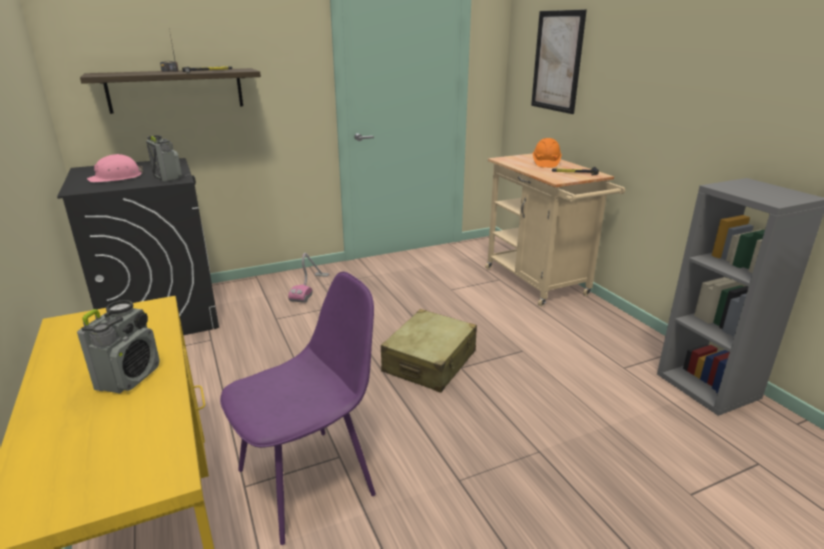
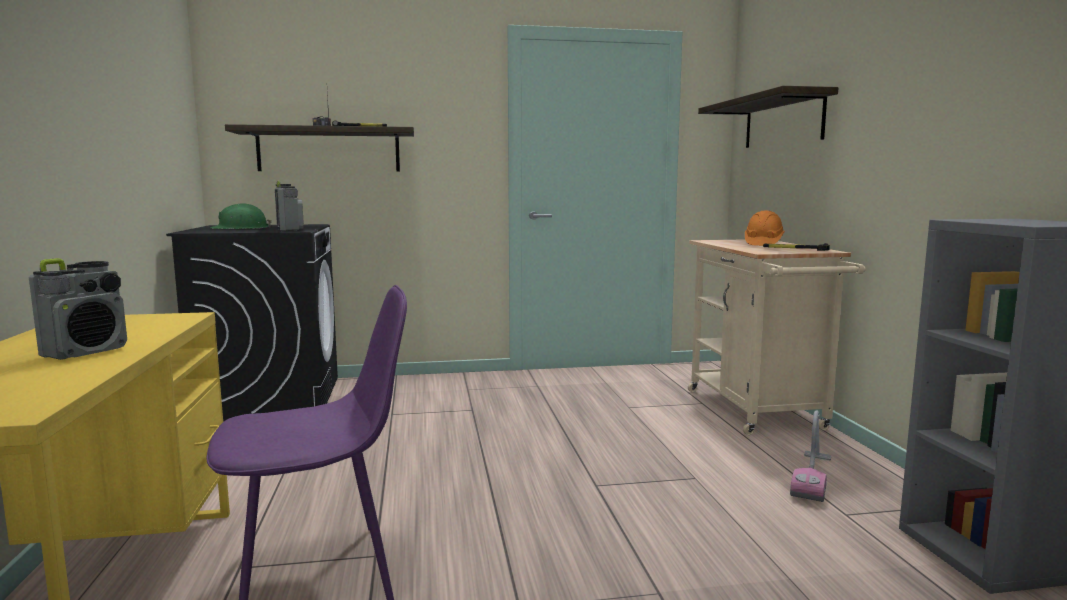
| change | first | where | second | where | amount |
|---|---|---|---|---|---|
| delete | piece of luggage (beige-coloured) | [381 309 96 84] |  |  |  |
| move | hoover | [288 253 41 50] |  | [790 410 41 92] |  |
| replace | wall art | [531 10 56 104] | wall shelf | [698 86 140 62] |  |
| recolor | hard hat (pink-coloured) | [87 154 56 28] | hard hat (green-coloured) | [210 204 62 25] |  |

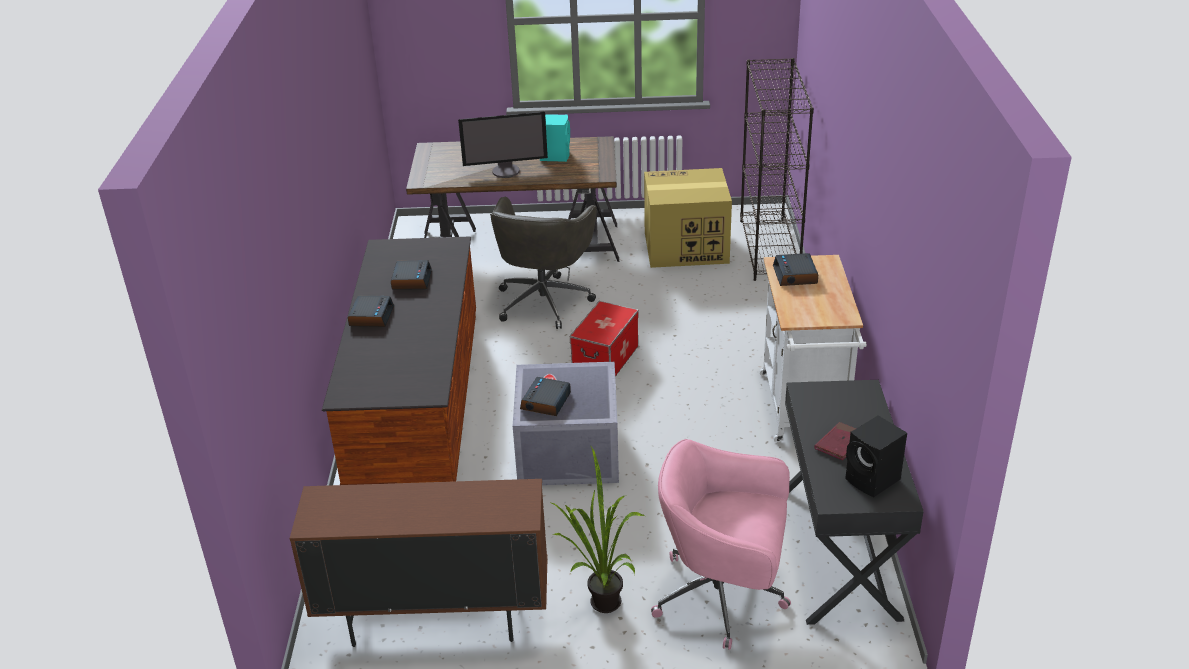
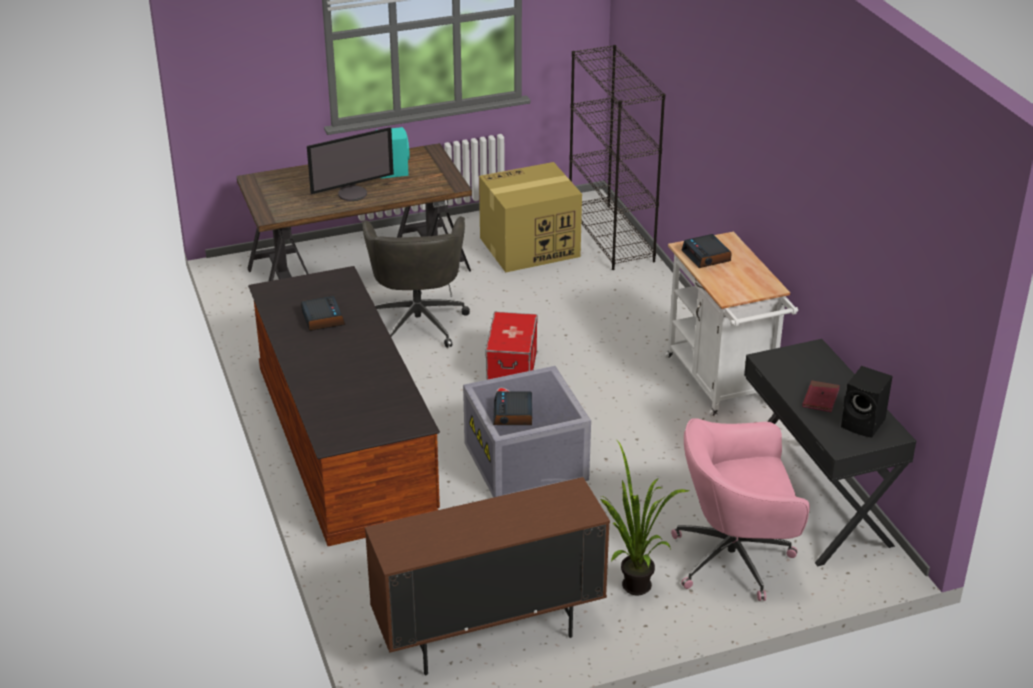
| change | first | where | second | where | amount |
|---|---|---|---|---|---|
| delete | alarm clock | [348 295 46 32] |  |  |  |

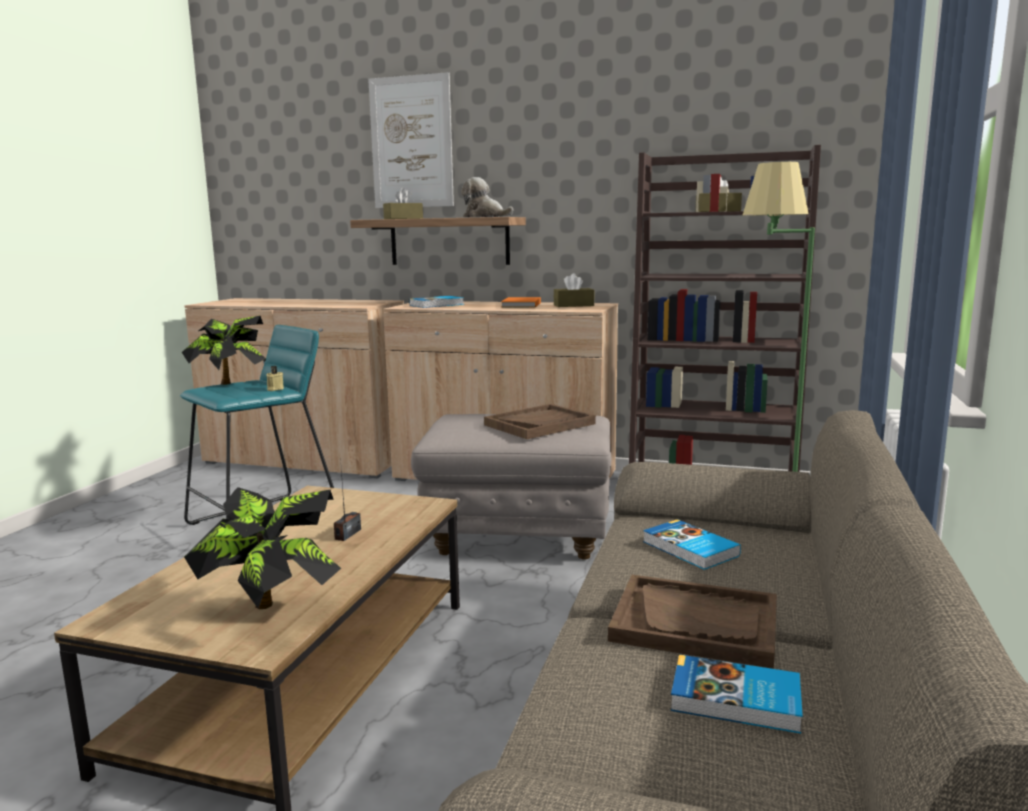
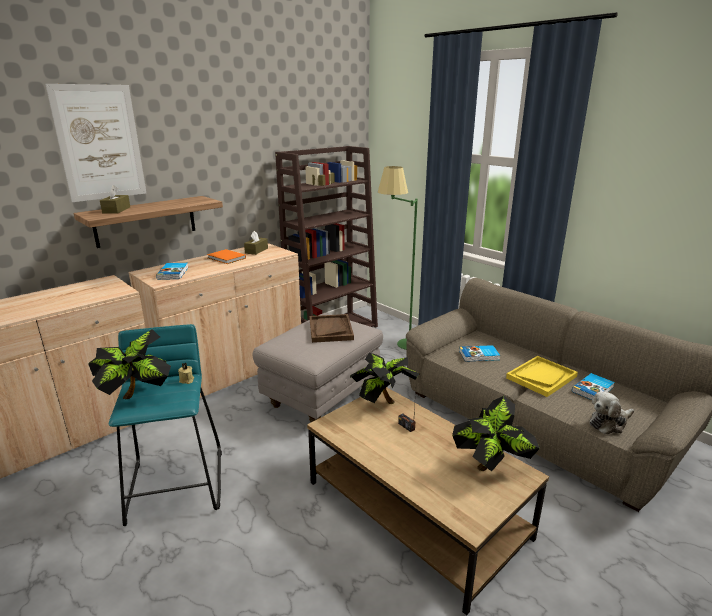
| change | first | where | second | where | amount |
|---|---|---|---|---|---|
| insert |  |  | potted plant | [350 353 70 51] |  |
| move | cuddly toy | [461 177 52 41] |  | [589 392 45 42] |  |
| recolor | tray (brown) | [608 575 169 94] | tray (yellow) | [506 356 72 41] |  |

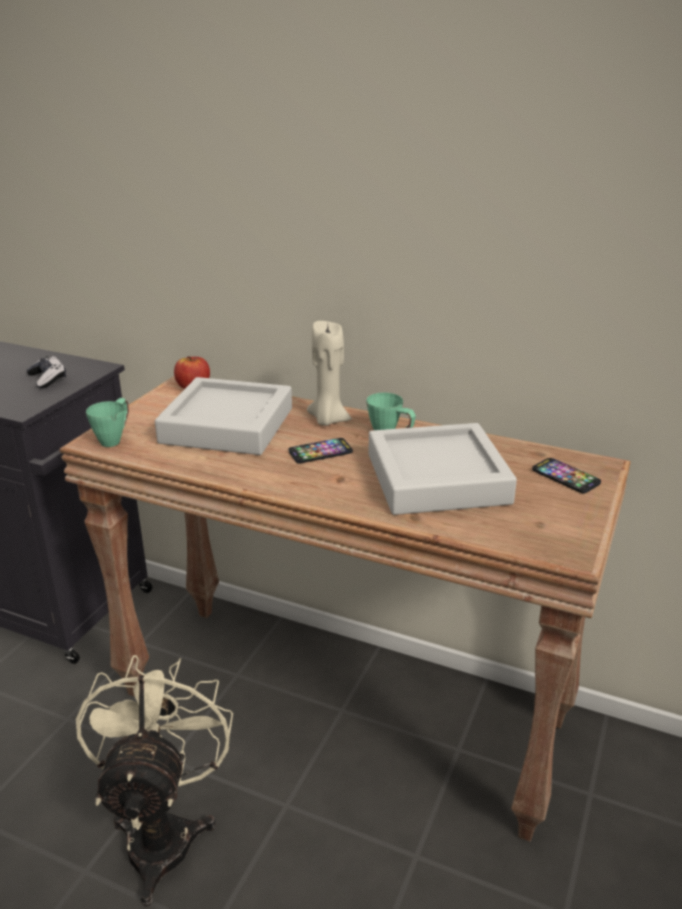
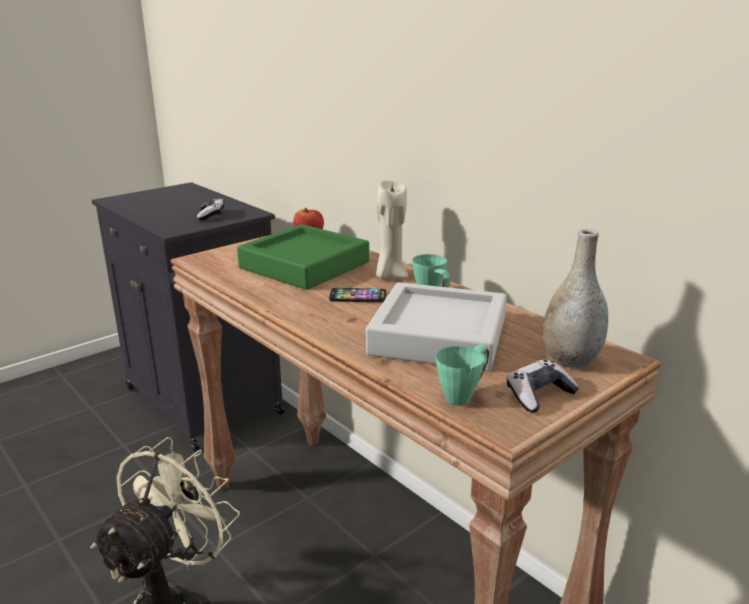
| change | first | where | second | where | amount |
|---|---|---|---|---|---|
| insert |  |  | joypad | [507 360 72 52] |  |
| move | mug (green-coloured) | [86 398 43 49] |  | [436 344 53 62] |  |
| replace | handset | [532 458 69 35] | vase (grey) | [543 229 65 139] |  |
| recolor | tray (grey) | [155 377 137 78] | tray (green-coloured) | [237 224 132 66] |  |

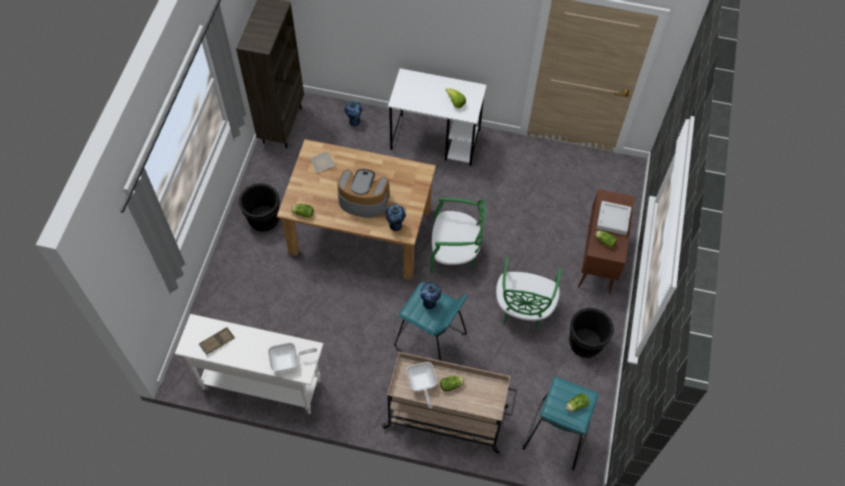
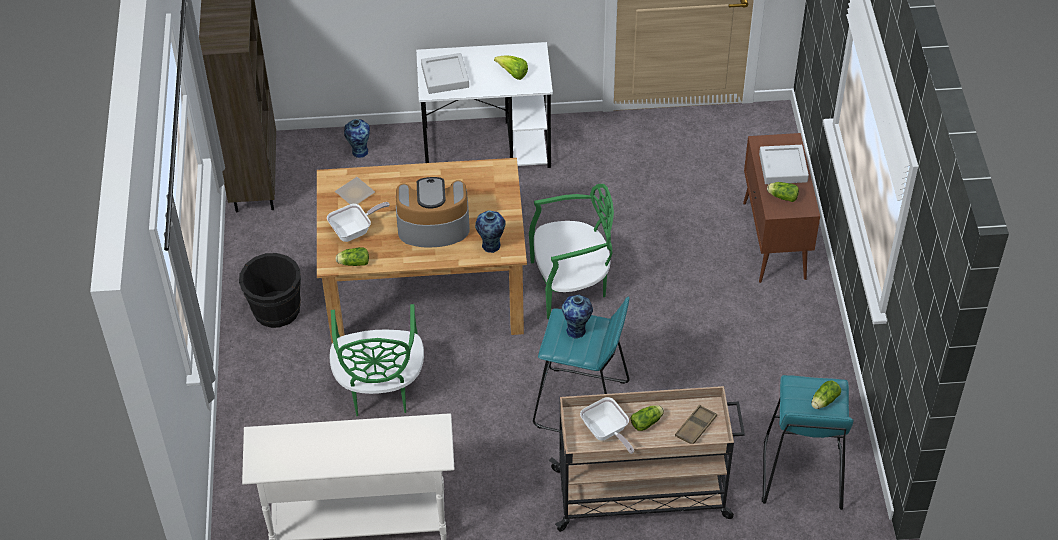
| change | first | where | second | where | amount |
|---|---|---|---|---|---|
| delete | water bucket (blackish) | [569 308 45 50] |  |  |  |
| insert |  |  | tray (grey) | [421 53 48 41] |  |
| move | tray (brown) | [199 327 36 28] |  | [675 405 42 39] |  |
| move | frying pan | [268 342 49 30] |  | [327 202 63 40] |  |
| move | chair (green-coloured) | [496 257 66 74] |  | [329 304 95 112] |  |

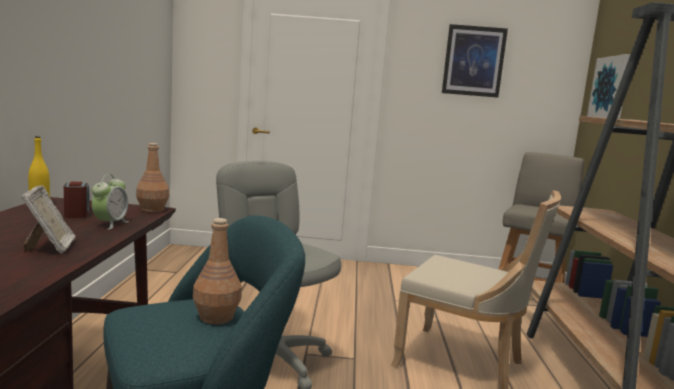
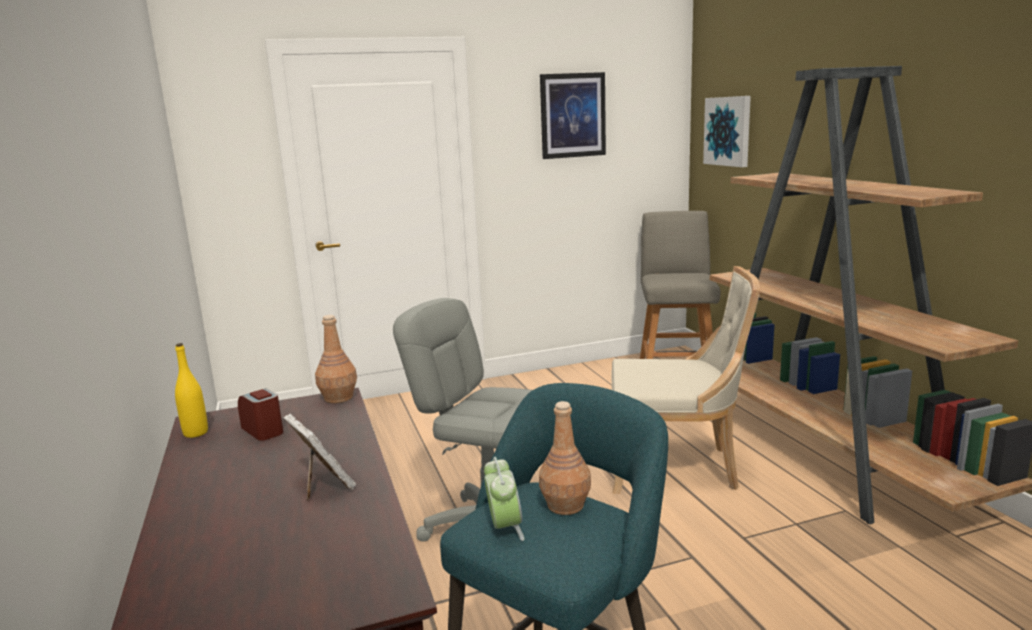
| change | first | where | second | where | amount |
|---|---|---|---|---|---|
| move | alarm clock | [92 174 37 56] |  | [484 457 40 84] |  |

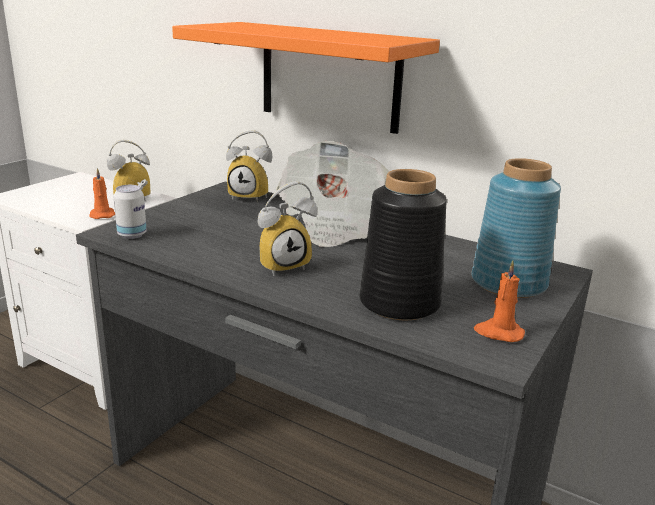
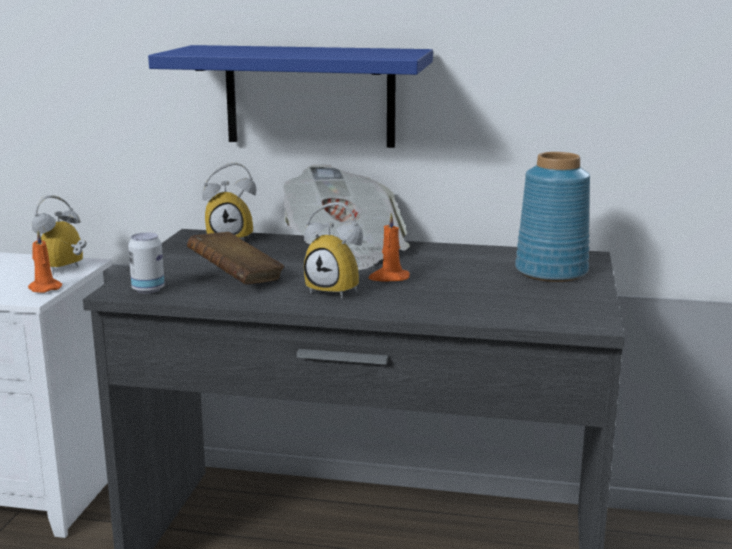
| change | first | where | second | where | amount |
|---|---|---|---|---|---|
| delete | vase (blackish) | [359 169 88 151] |  |  |  |
| insert |  |  | book (brown) | [187 232 98 52] |  |
| move | wax light (orange) | [474 260 51 82] |  | [368 213 42 69] |  |
| recolor | wall shelf (orange) | [172 22 268 112] | wall shelf (blue-coloured) | [148 45 285 103] |  |
| rotate | alarm clock | [257 181 60 95] |  | [304 202 59 96] | 75 degrees clockwise |

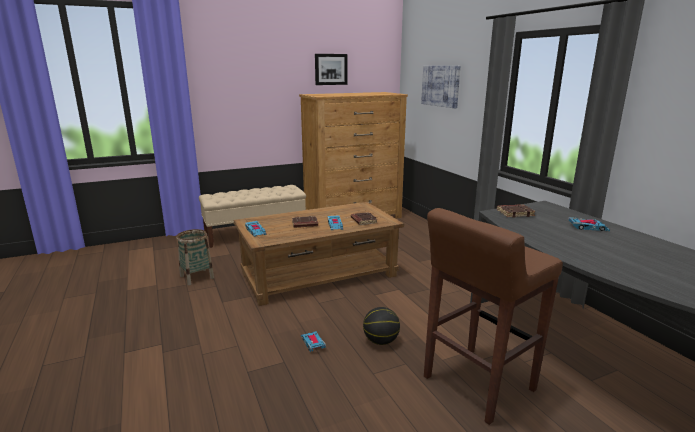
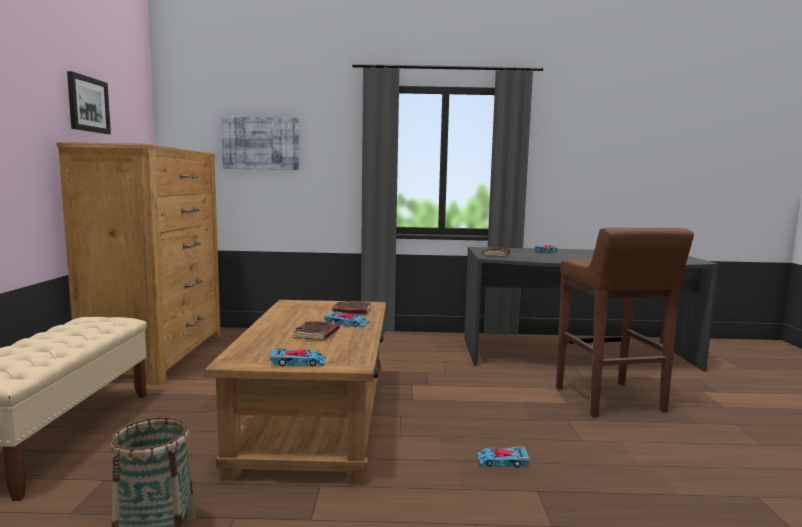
| change | first | where | second | where | amount |
|---|---|---|---|---|---|
| delete | basketball ball | [363 307 37 38] |  |  |  |

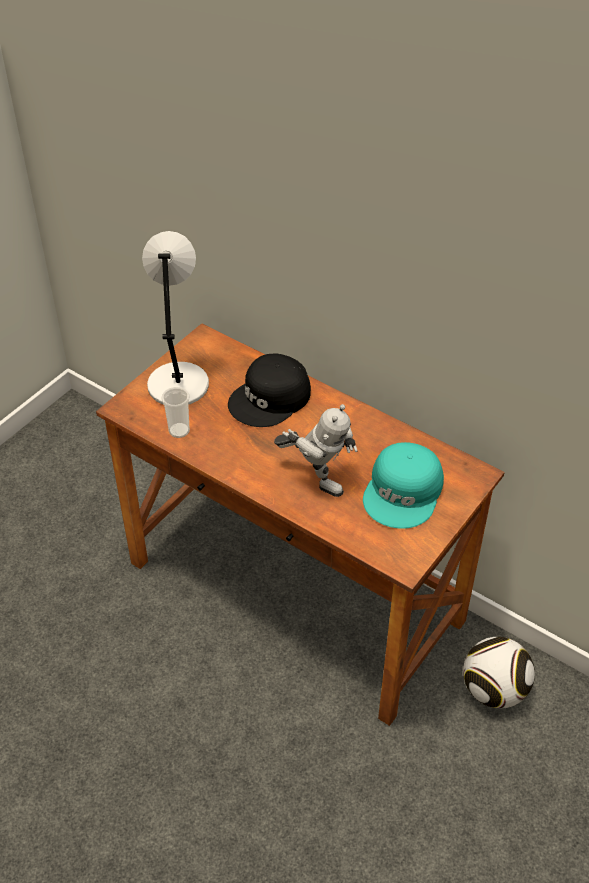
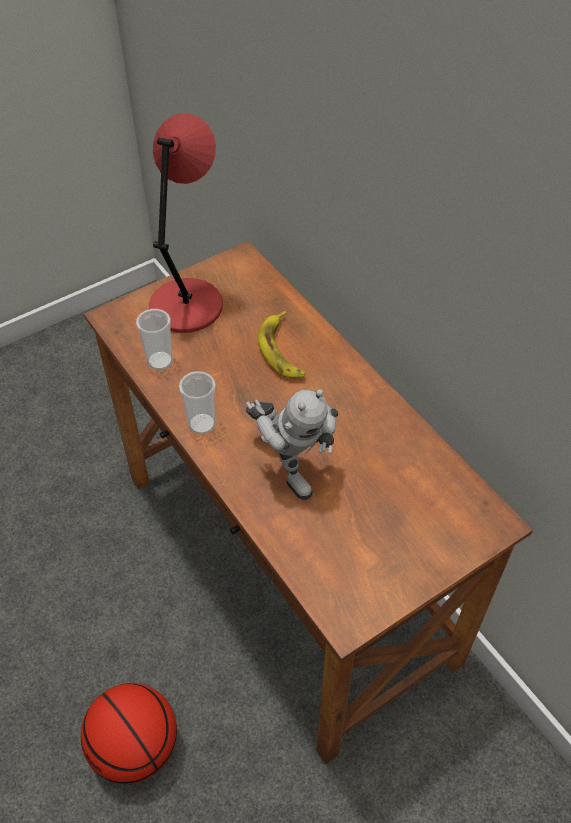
| change | first | where | second | where | amount |
|---|---|---|---|---|---|
| delete | baseball cap (blue-green) | [363 442 81 87] |  |  |  |
| delete | football | [463 637 72 71] |  |  |  |
| insert |  |  | basketball ball | [81 683 96 101] |  |
| insert |  |  | small cup | [179 371 37 64] |  |
| replace | baseball cap (blackish) | [228 354 83 73] | banana fruit | [258 311 47 67] |  |
| recolor | tabletop lamp (grey) | [142 231 67 174] | tabletop lamp (red-coloured) | [149 113 74 220] |  |

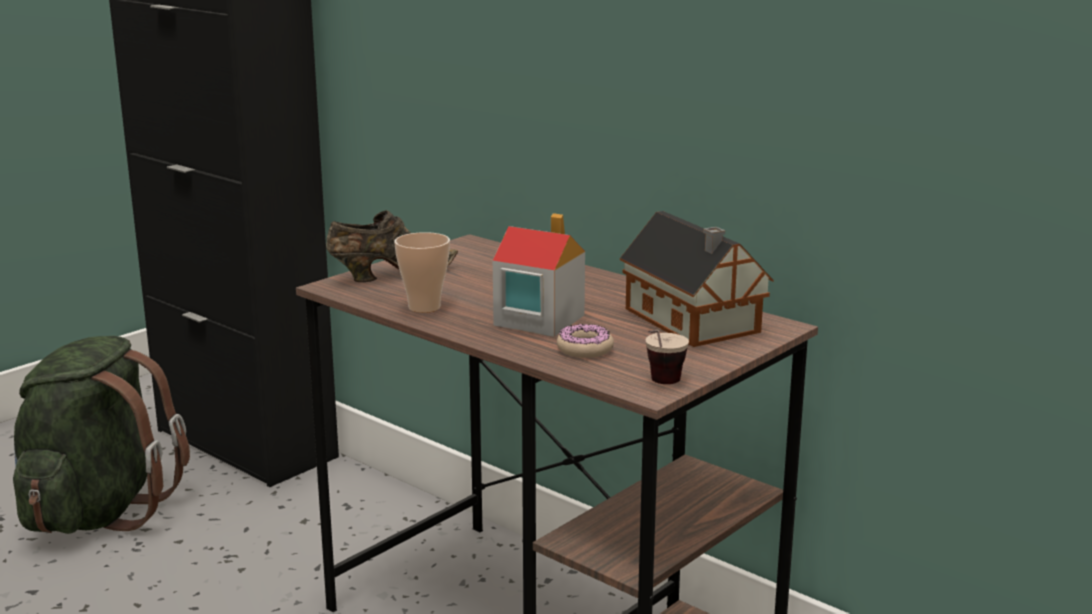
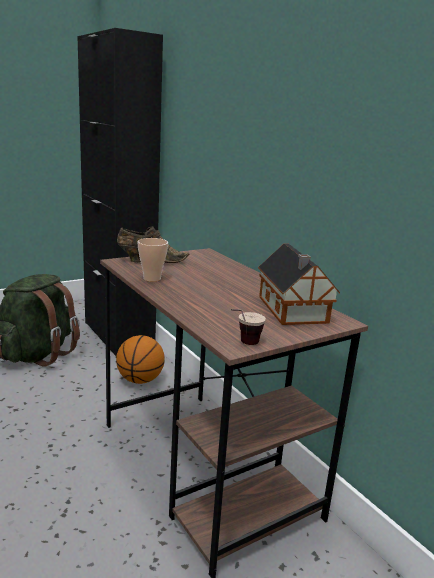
| change | first | where | second | where | amount |
|---|---|---|---|---|---|
| delete | miniature house | [493 213 92 124] |  |  |  |
| delete | donut | [557 324 57 34] |  |  |  |
| insert |  |  | basketball ball | [116 335 49 49] |  |

